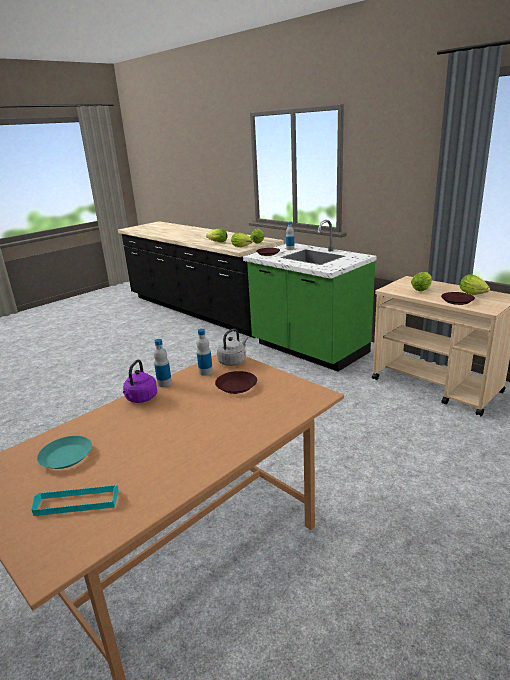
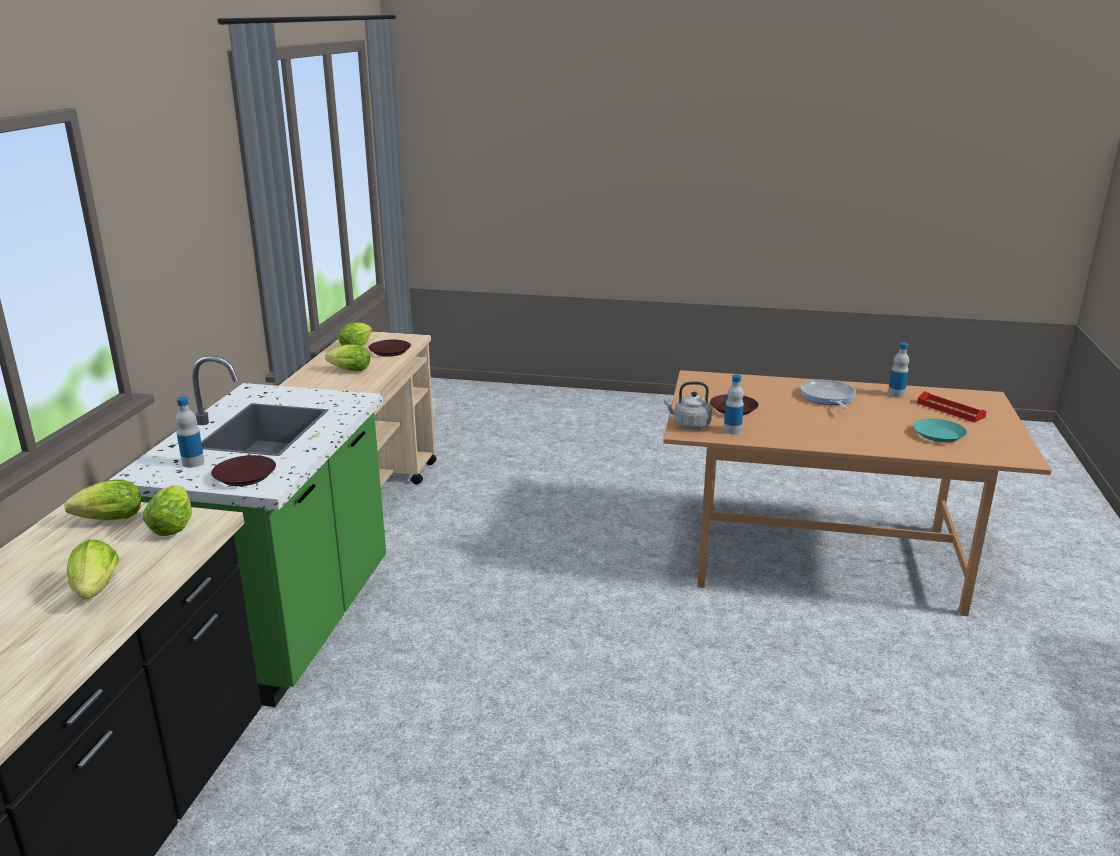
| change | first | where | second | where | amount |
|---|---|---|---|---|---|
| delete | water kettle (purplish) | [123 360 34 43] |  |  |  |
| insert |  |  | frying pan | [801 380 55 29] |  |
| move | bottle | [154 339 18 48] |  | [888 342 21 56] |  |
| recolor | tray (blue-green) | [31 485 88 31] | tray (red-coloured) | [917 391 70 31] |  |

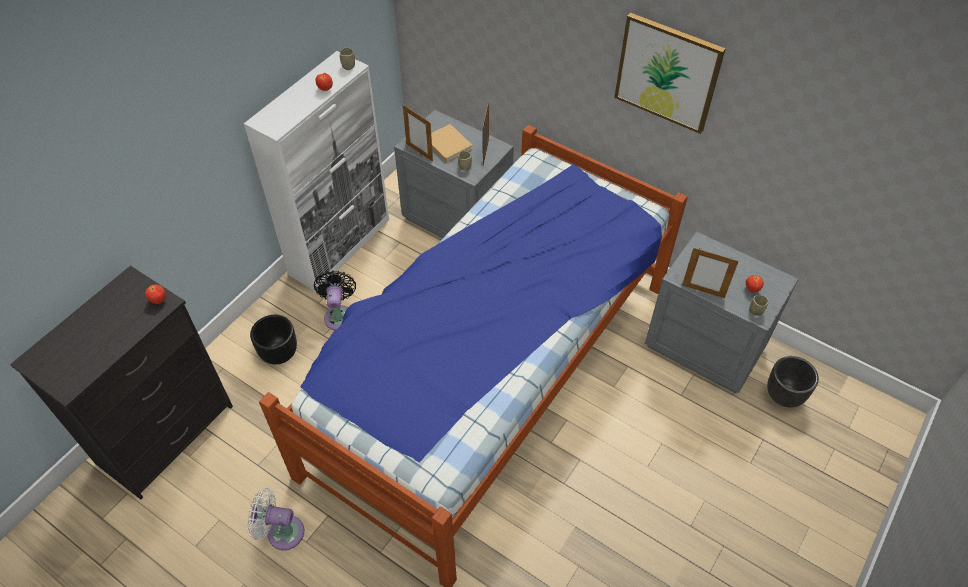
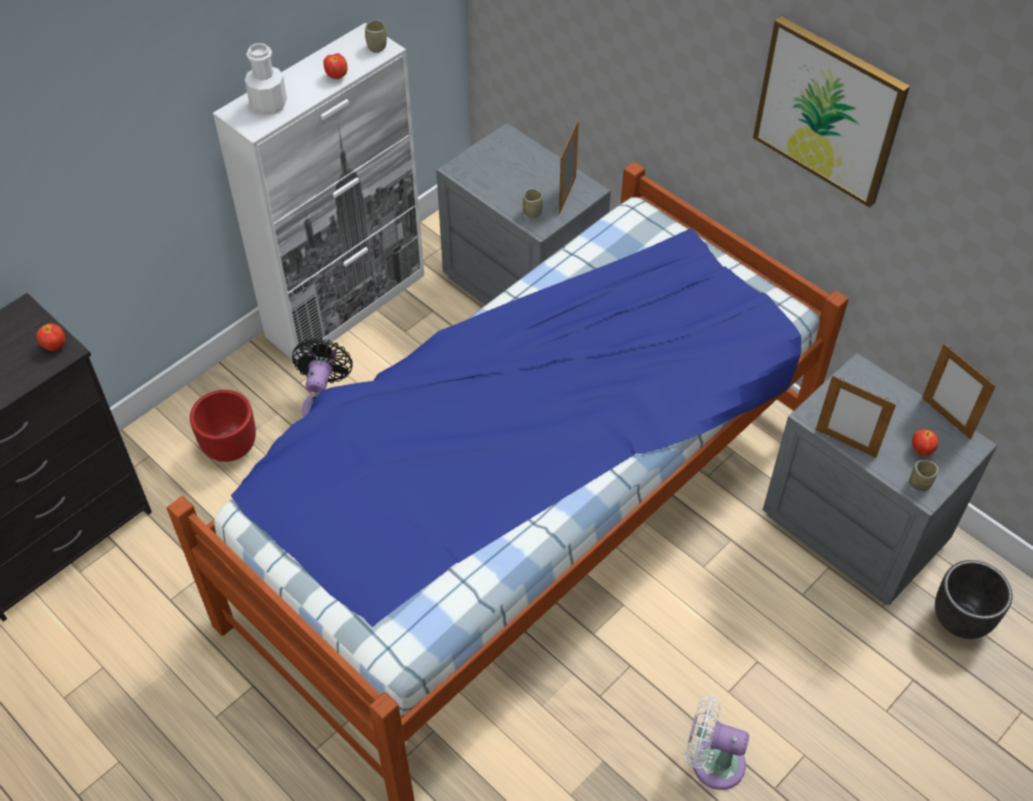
| change | first | where | second | where | amount |
|---|---|---|---|---|---|
| delete | book (beige-coloured) | [431 124 42 38] |  |  |  |
| insert |  |  | bottle (white) | [245 43 42 72] |  |
| move | cooling fan (white) | [247 488 57 62] |  | [685 695 64 95] |  |
| move | picture frame | [403 105 30 57] |  | [922 343 74 96] |  |
| recolor | flower pot (blackish) | [250 315 47 50] | flower pot (red-coloured) | [190 390 66 72] |  |

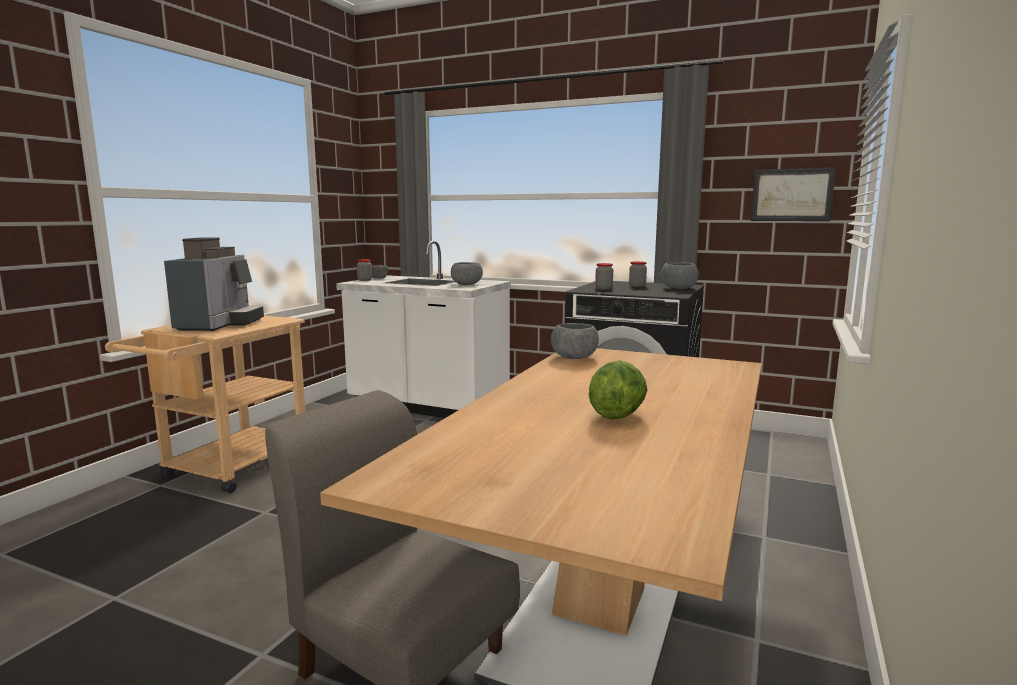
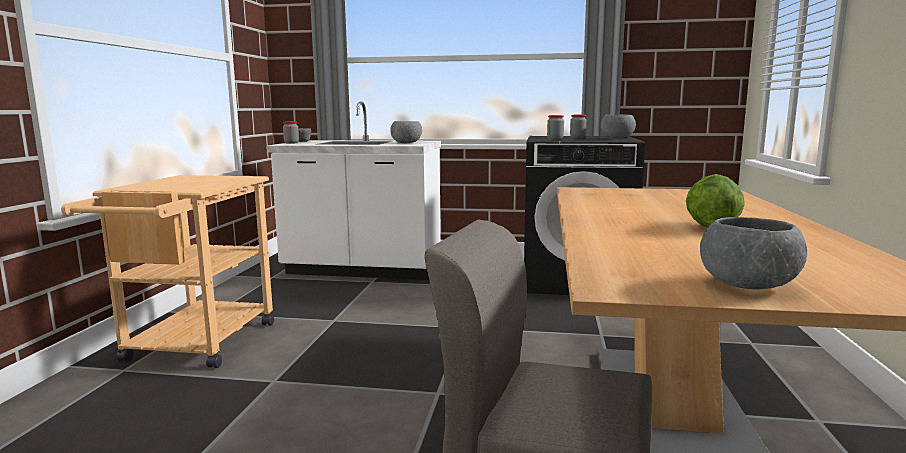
| change | first | where | second | where | amount |
|---|---|---|---|---|---|
| delete | coffee maker | [164 237 100 94] |  |  |  |
| delete | wall art | [751 168 85 53] |  |  |  |
| move | deep dish (grey) | [551 323 48 36] |  | [700 217 107 72] |  |

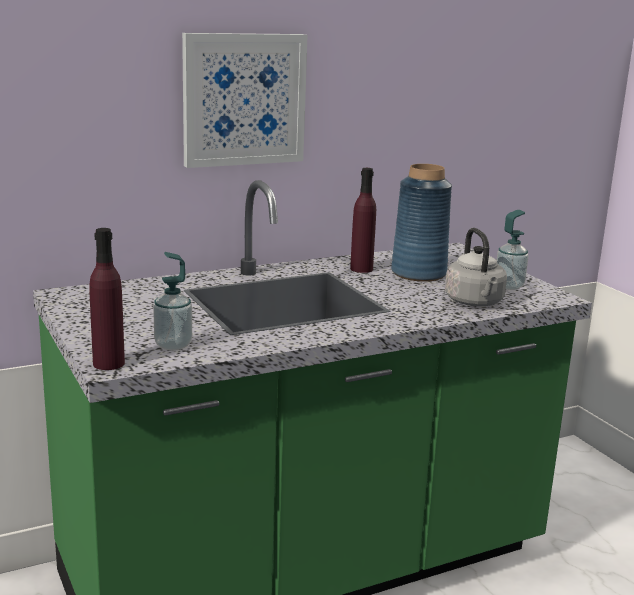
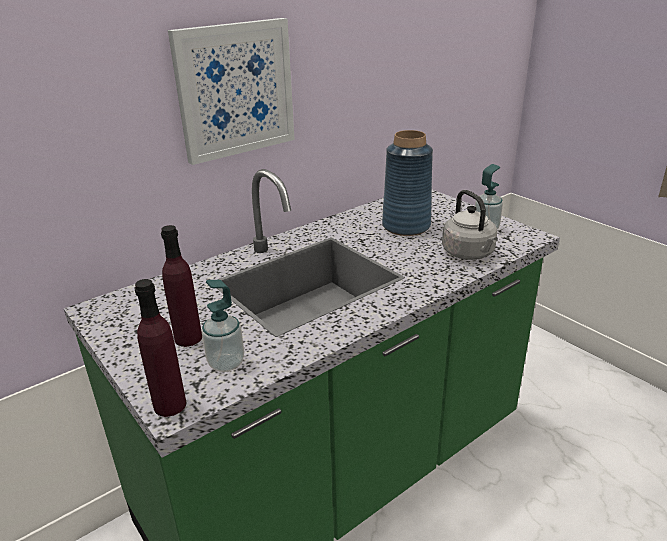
| change | first | where | second | where | amount |
|---|---|---|---|---|---|
| move | bottle (purplish) | [350 168 26 105] |  | [161 225 41 122] |  |

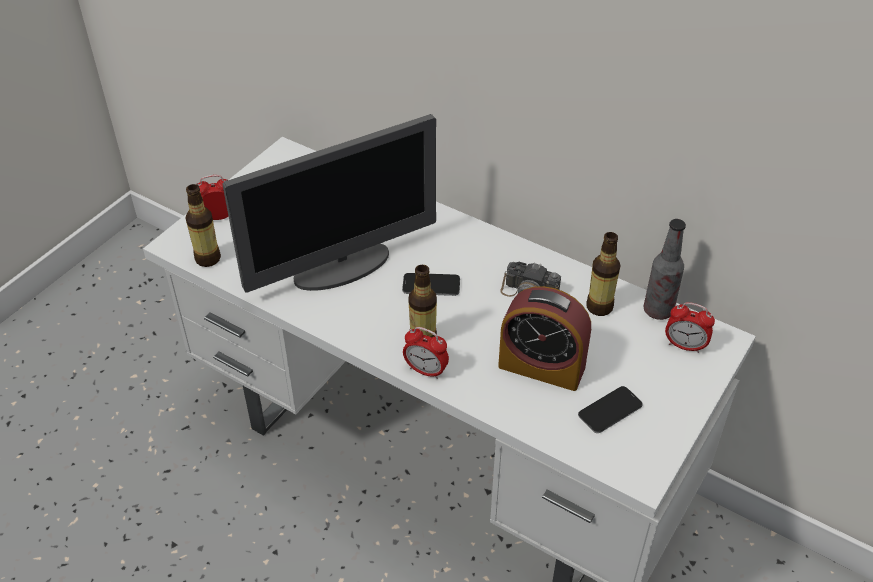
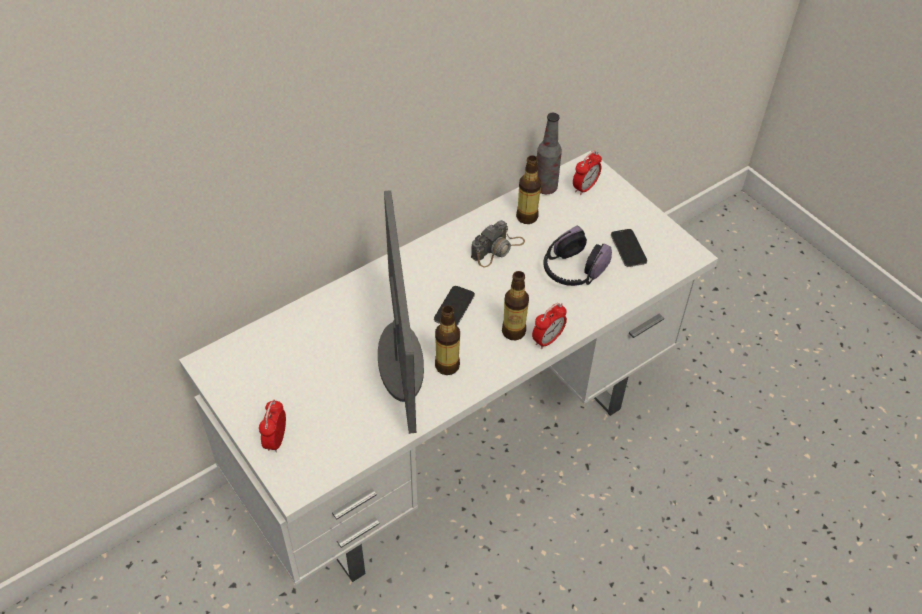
| change | first | where | second | where | amount |
|---|---|---|---|---|---|
| move | bottle | [186 184 35 83] |  | [435 306 25 69] |  |
| replace | alarm clock | [498 286 93 105] | headset | [543 226 69 60] |  |

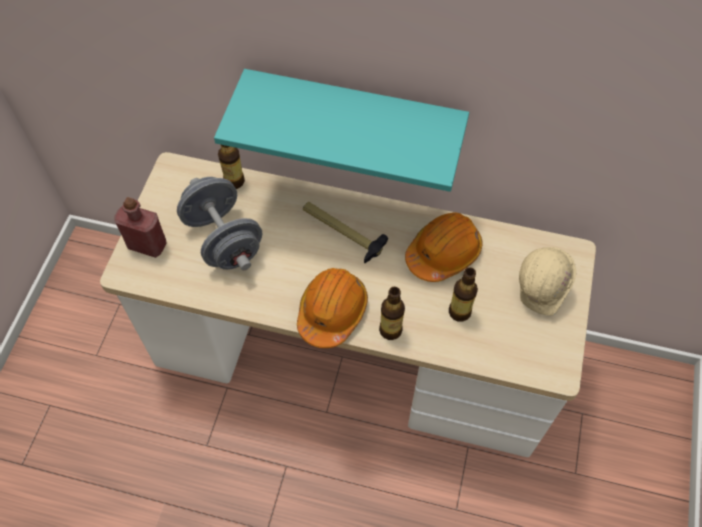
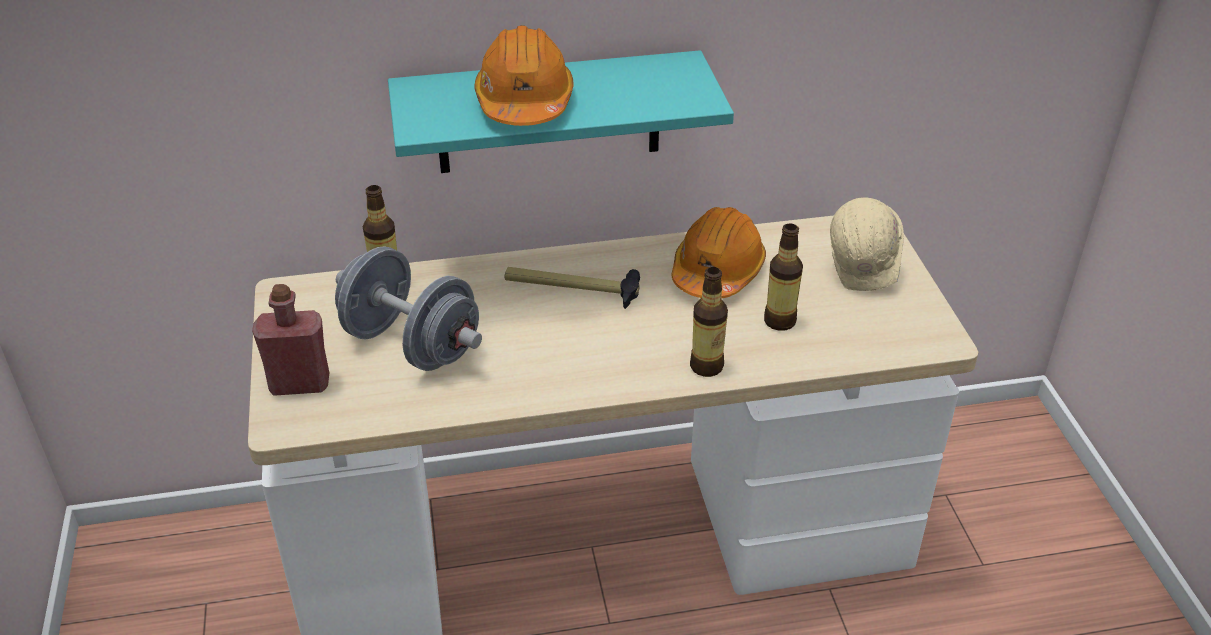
| change | first | where | second | where | amount |
|---|---|---|---|---|---|
| move | hard hat (orange) | [297 268 71 80] |  | [475 25 99 101] |  |

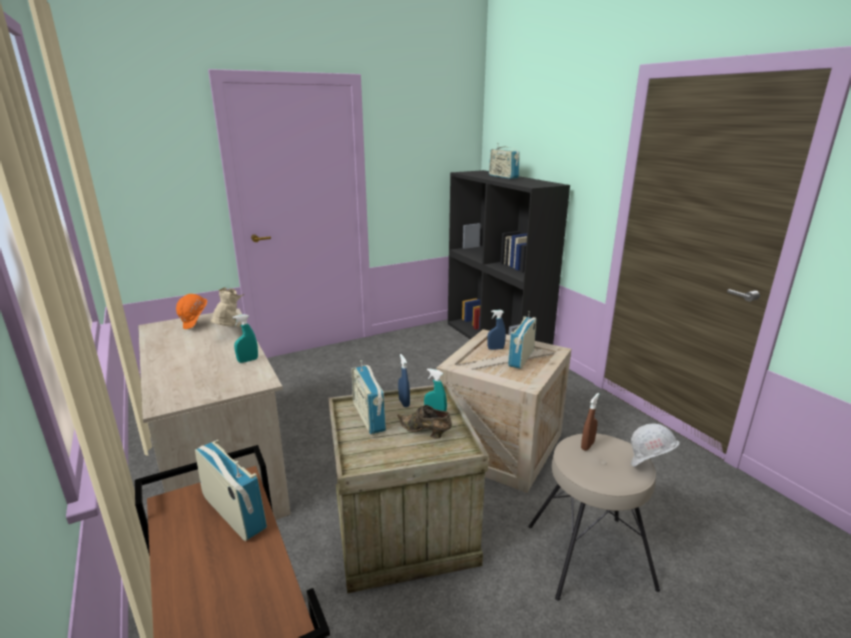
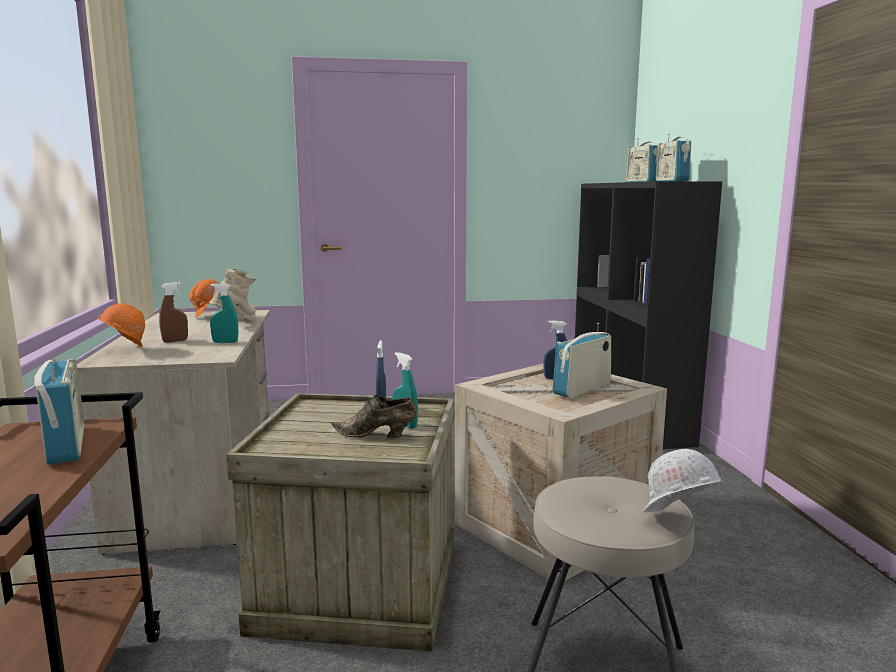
| change | first | where | second | where | amount |
|---|---|---|---|---|---|
| insert |  |  | hard hat (orange) | [97 303 48 45] |  |
| move | radio | [351 360 35 74] |  | [656 134 35 47] |  |
| move | hand sprayer (brown) | [581 393 18 58] |  | [159 282 29 61] |  |
| rotate | item of footwear (brown) | [397 405 55 34] |  | [331 394 86 44] | 45 degrees counterclockwise |

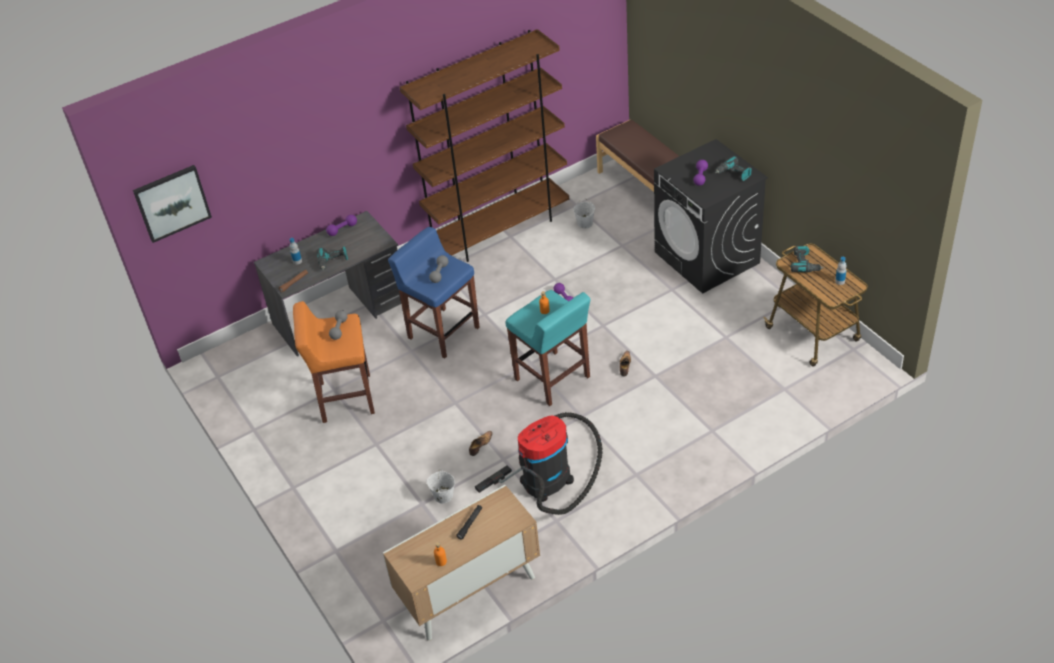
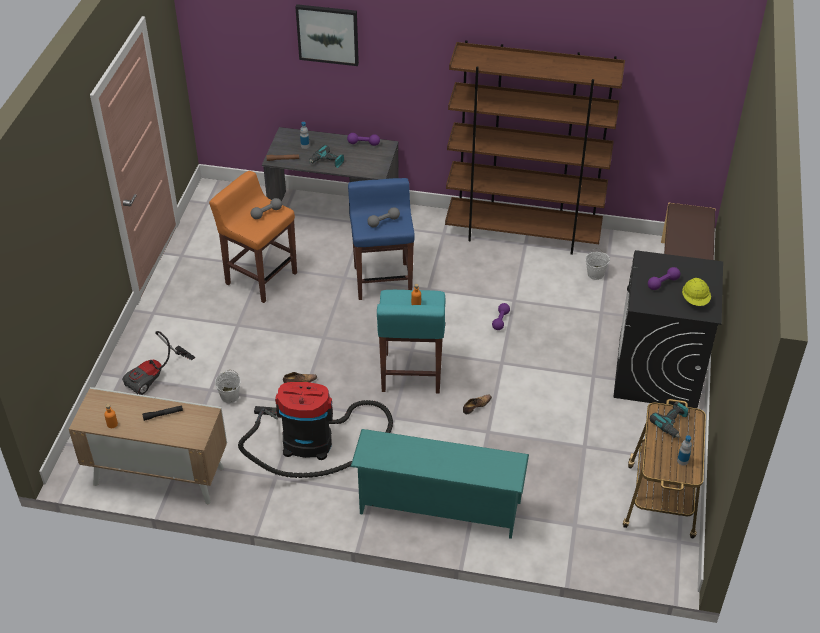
| change | first | where | second | where | amount |
|---|---|---|---|---|---|
| insert |  |  | hoover | [122 331 73 64] |  |
| insert |  |  | shoe rack (blue-green) | [351 429 178 110] |  |
| move | wall art | [133 165 79 78] |  | [296 4 63 62] |  |
| replace | power drill | [715 156 37 25] | hard hat (yellow) | [682 278 29 28] |  |

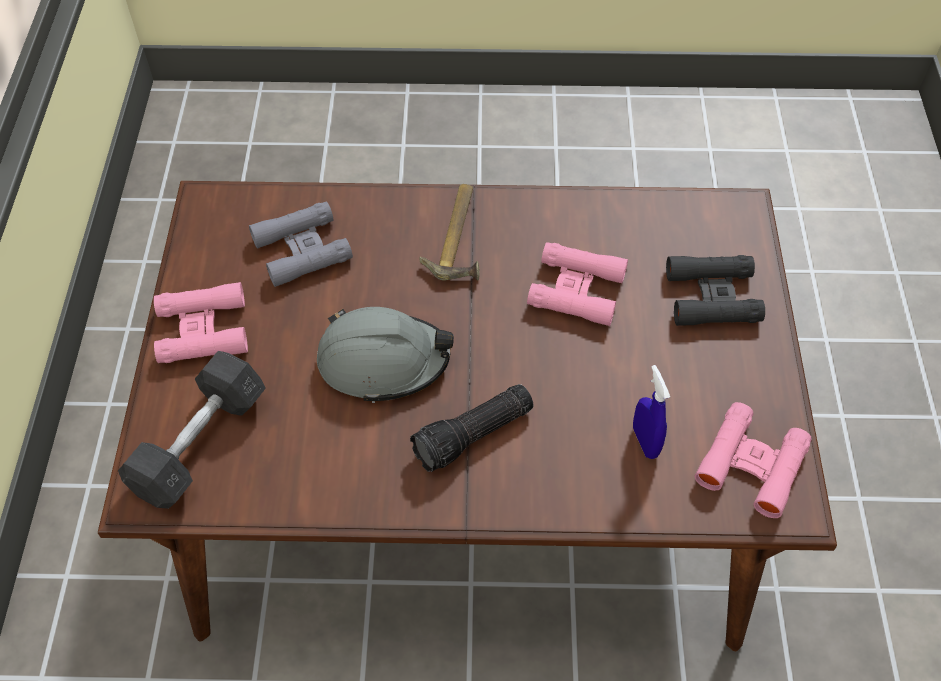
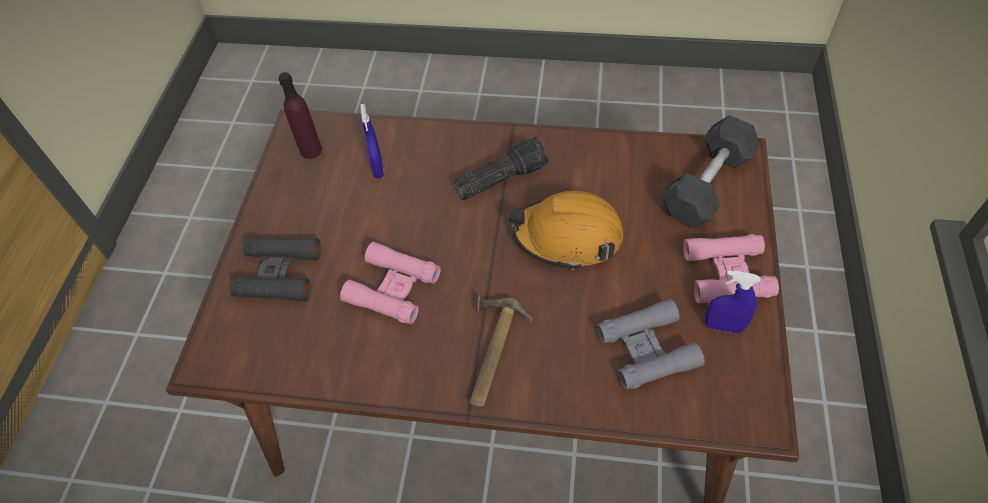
| change | first | where | second | where | amount |
|---|---|---|---|---|---|
| insert |  |  | hand sprayer (blue-coloured) | [705 270 56 64] |  |
| replace | field glasses (pink-coloured) | [695 402 117 116] | bottle (purplish) | [279 72 43 87] |  |
| recolor | hard hat (grey) | [317 307 137 96] | hard hat (orange) | [508 191 115 79] |  |

